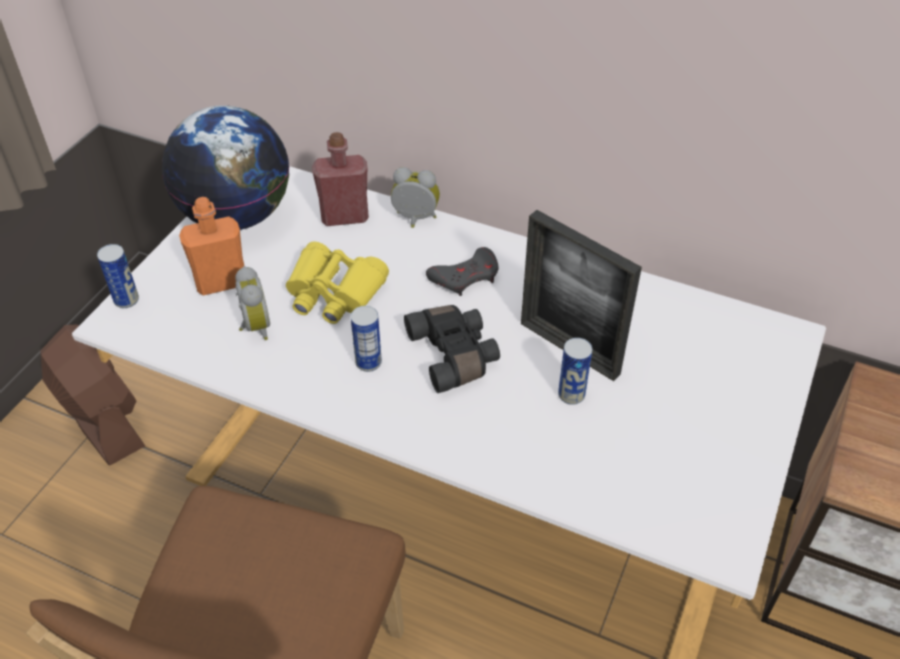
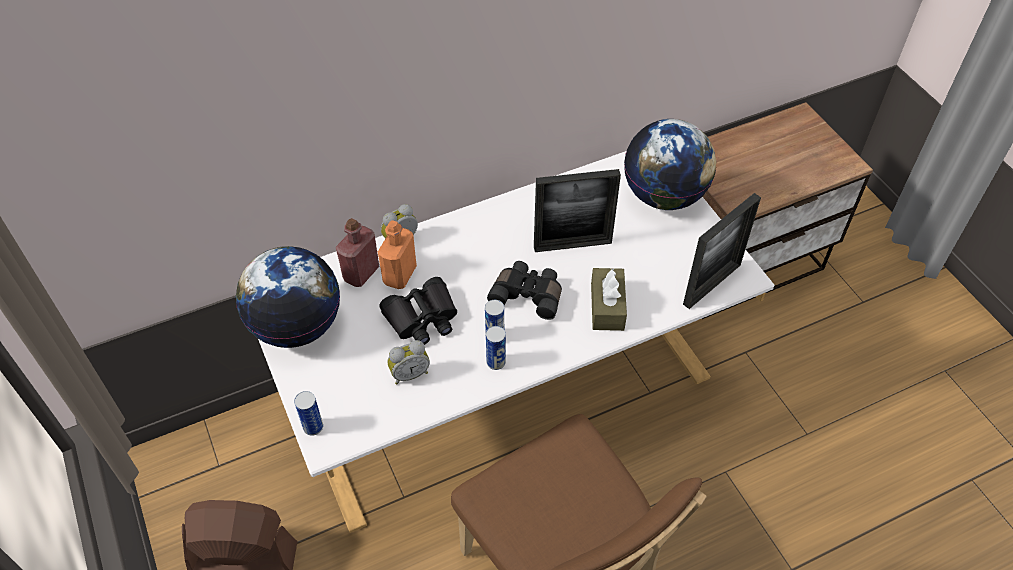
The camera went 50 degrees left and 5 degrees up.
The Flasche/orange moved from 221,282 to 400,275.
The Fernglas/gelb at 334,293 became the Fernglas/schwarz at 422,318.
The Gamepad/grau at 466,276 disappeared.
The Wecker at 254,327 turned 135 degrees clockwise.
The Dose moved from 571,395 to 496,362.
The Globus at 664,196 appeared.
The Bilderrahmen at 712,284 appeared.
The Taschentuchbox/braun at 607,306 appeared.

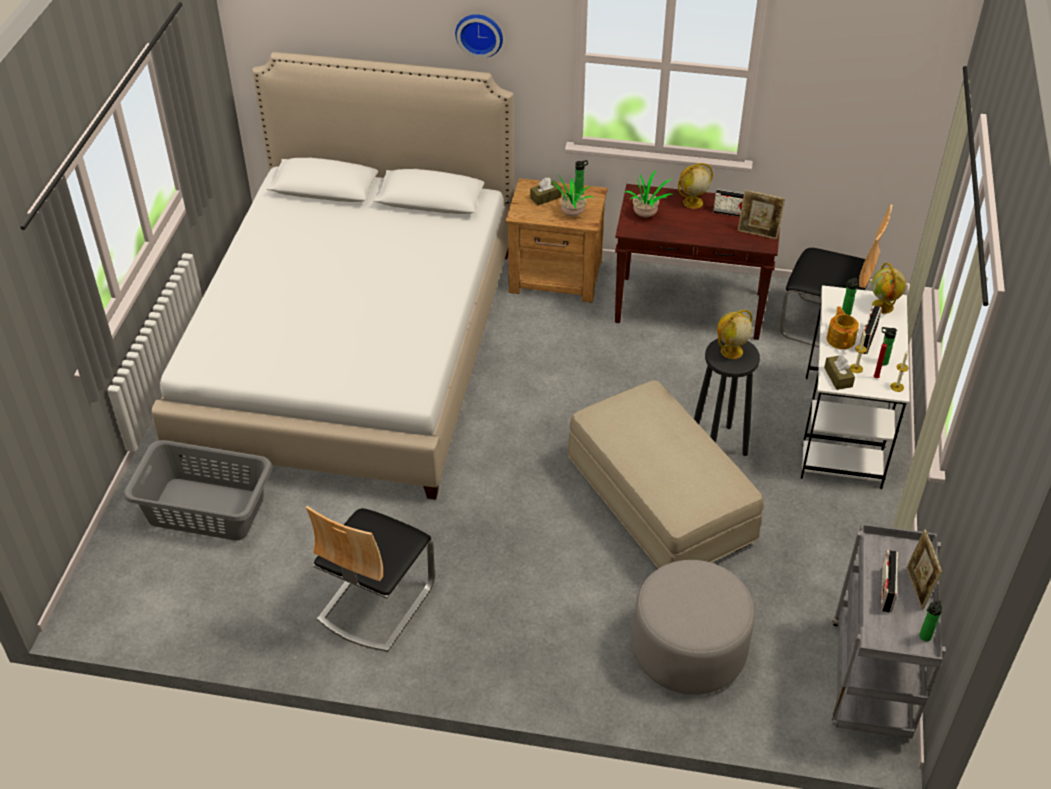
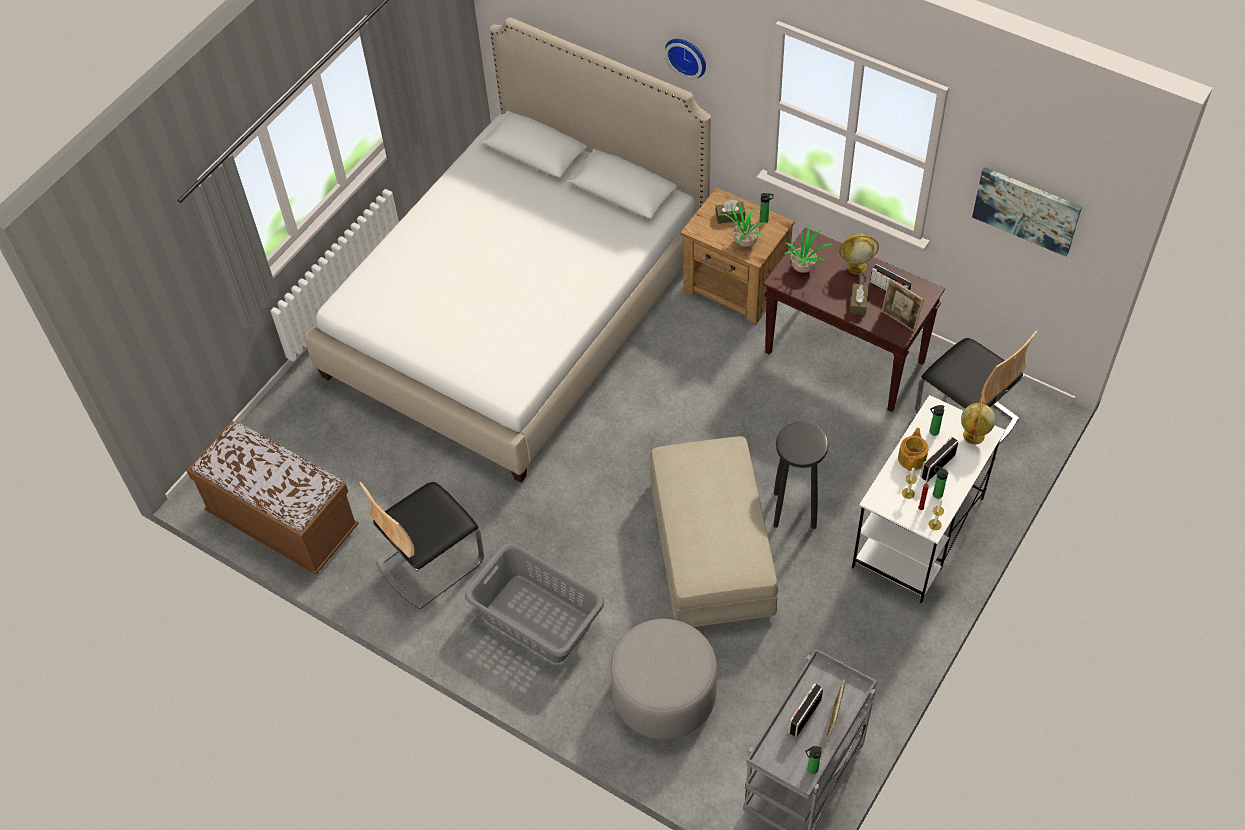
The camera went 25 degrees right and 10 degrees up.
The Globus at 731,352 disappeared.
The Taschentuchbox/braun moved from 838,377 to 858,303.
The Wäschekorb/grau moved from 206,508 to 537,618.
The Bild at 1026,210 appeared.
The Bank/braun at 283,522 appeared.

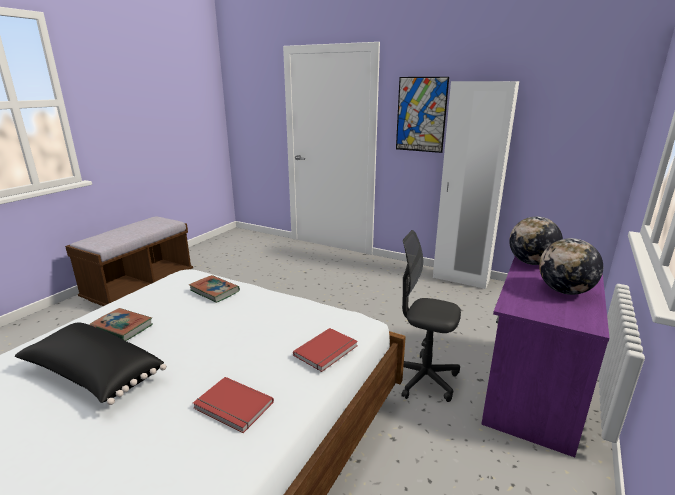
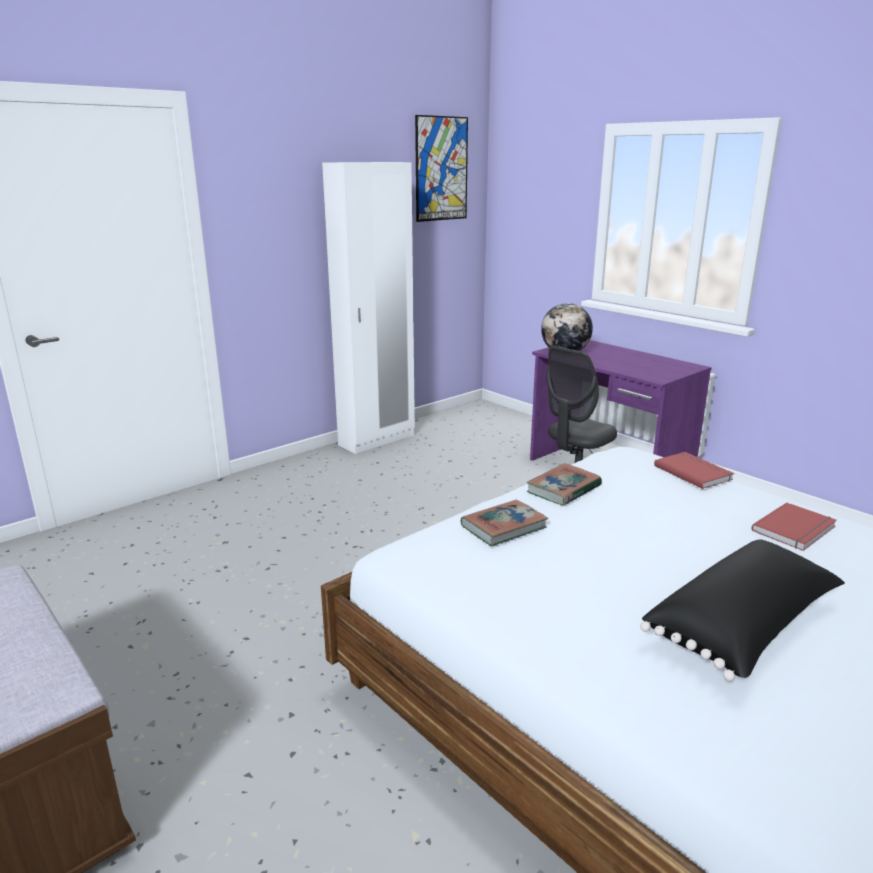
The camera went 70 degrees left and 0 degrees up.
The Bild moved from 421,115 to 441,169.
The Globus at 564,291 disappeared.
The Buch moved from 122,328 to 563,489.

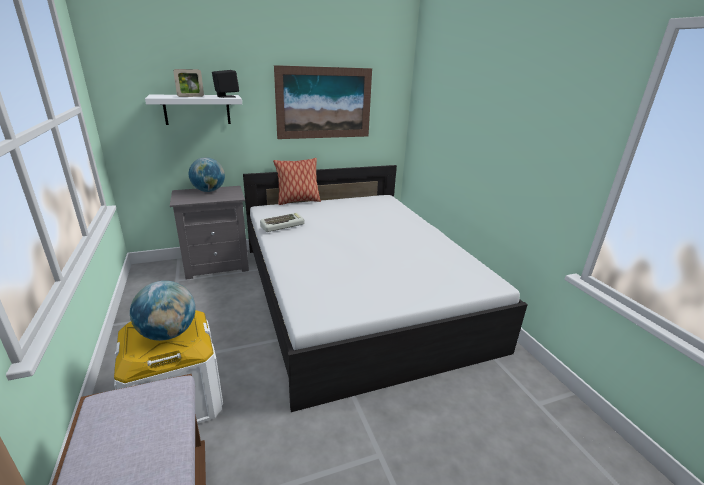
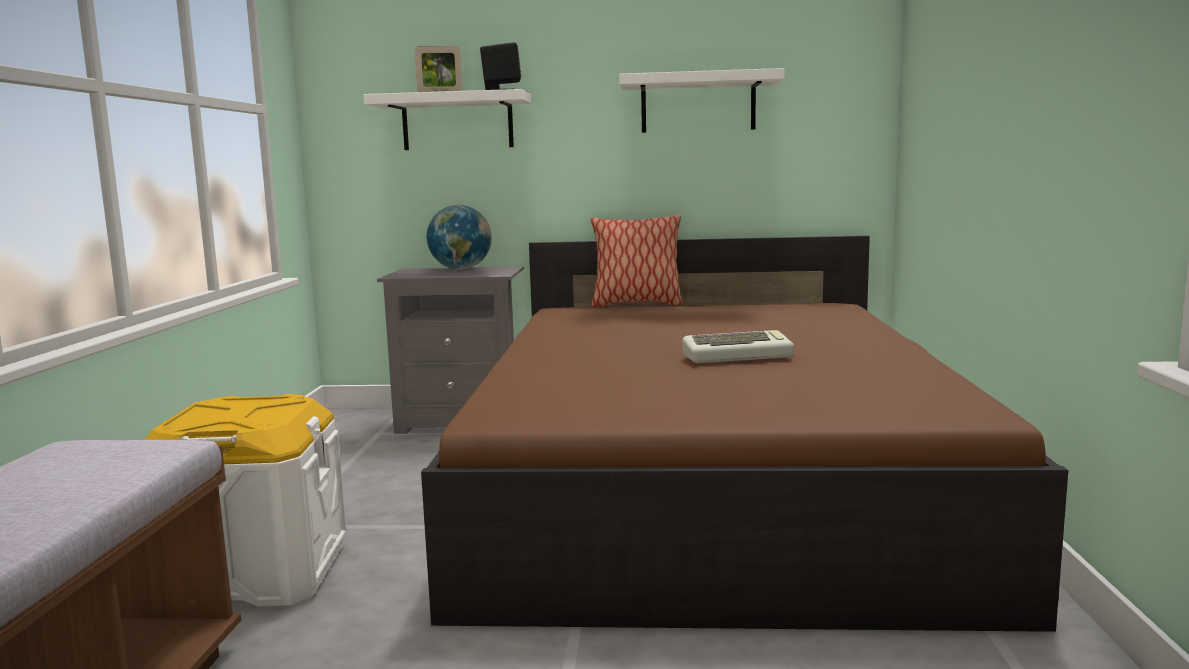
The camera went 25 degrees right and 15 degrees down.
The Bild at 324,103 was replaced by the Wandregal/weiß at 698,104.
The Bett/weiß at 356,293 became the Bett/braun at 709,484.
The Tastatur moved from 282,225 to 737,356.
The Globus at 168,333 disappeared.

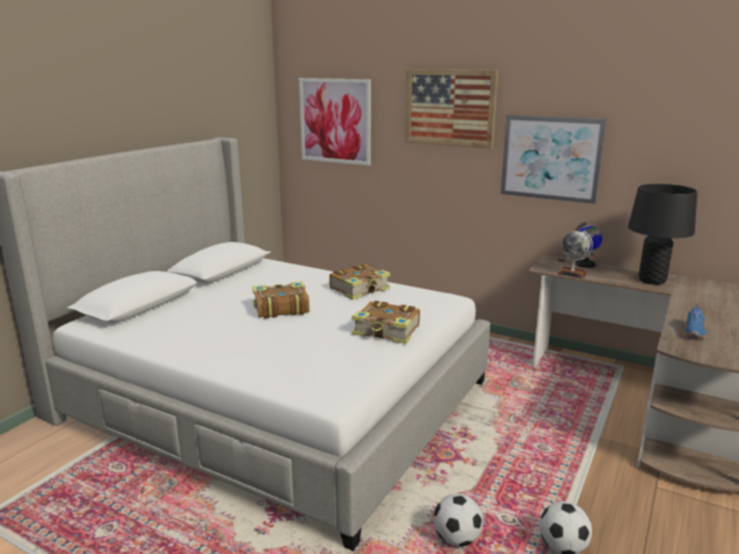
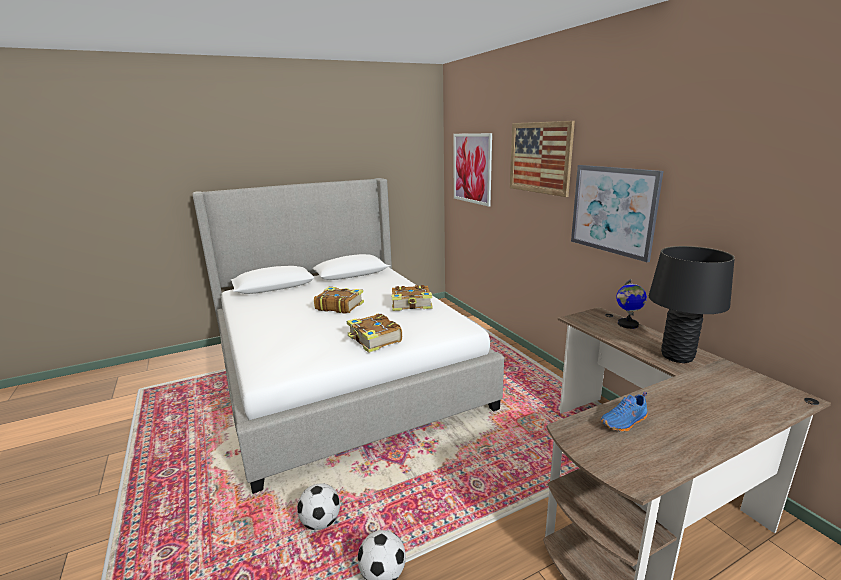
The camera went 35 degrees right and 0 degrees up.
The Globus at 572,274 disappeared.

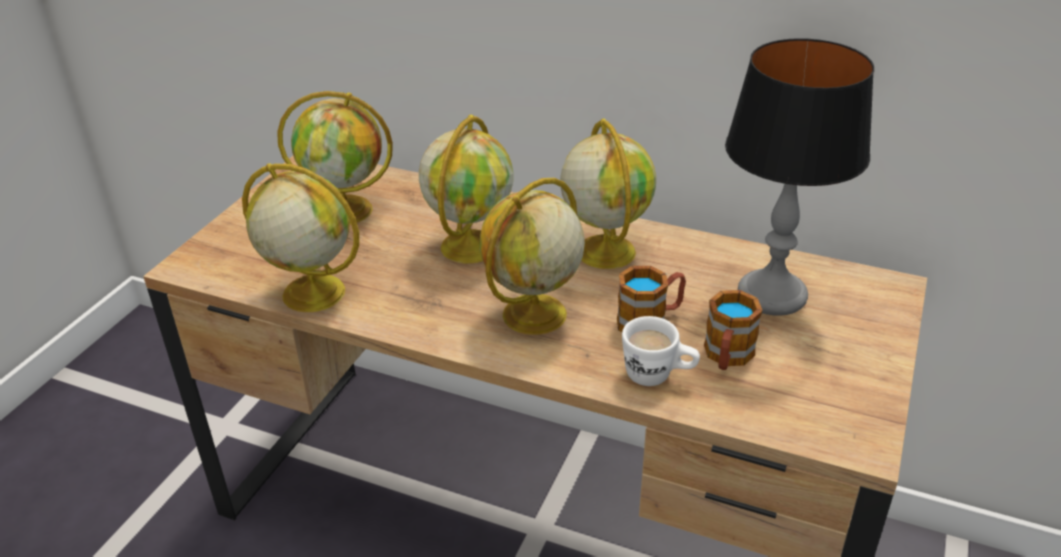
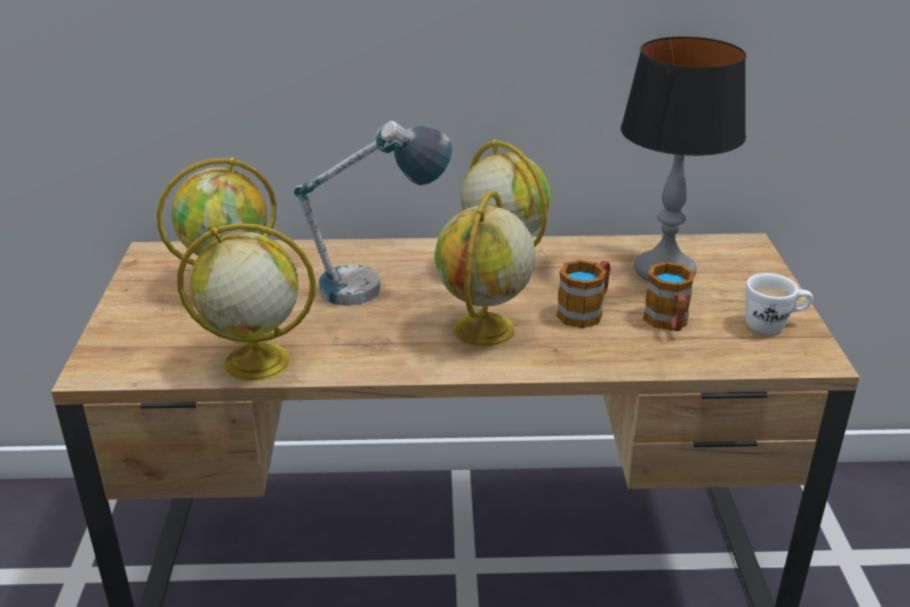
The camera went 25 degrees left and 5 degrees down.
The Globus at 470,245 was replaced by the Tischlampe at 377,289.
The Henkelbecher/weiß moved from 658,376 to 773,325.

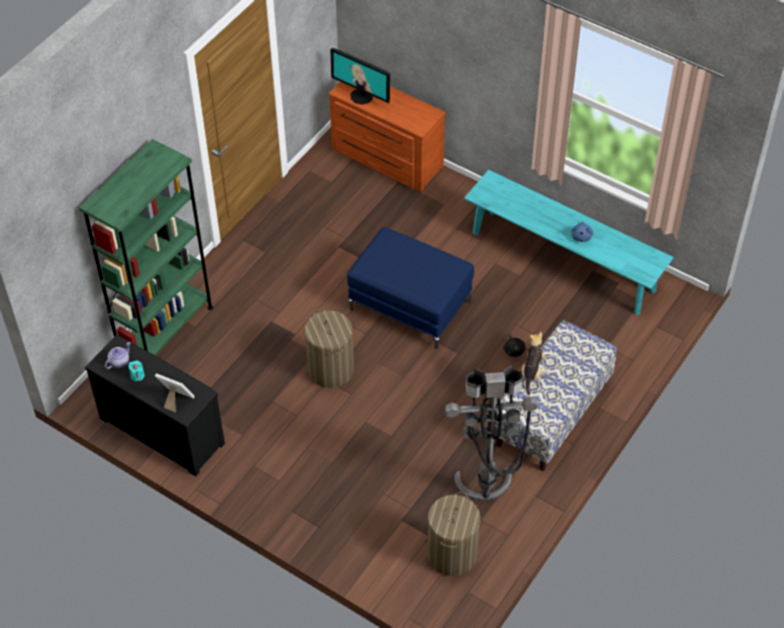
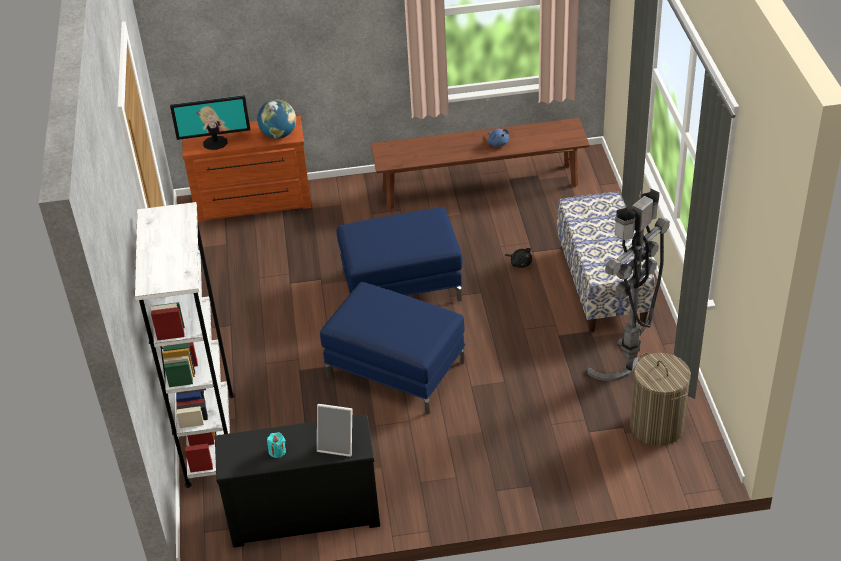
The camera went 40 degrees left and 10 degrees down.
The Bücherregal/grün at 165,330 became the Bücherregal/weiß at 210,439.
The Bank/türkis at 562,261 became the Bank/braun at 480,186.
The Wäschekorb at 330,369 was replaced by the Polsterhocker/blau at 395,370.
The Plüschtier at 532,372 disappeared.
The Teekanne at 119,362 disappeared.
The Bilderrahmen at 176,400 turned 150 degrees counterclockwise.
The Globus at 279,135 appeared.

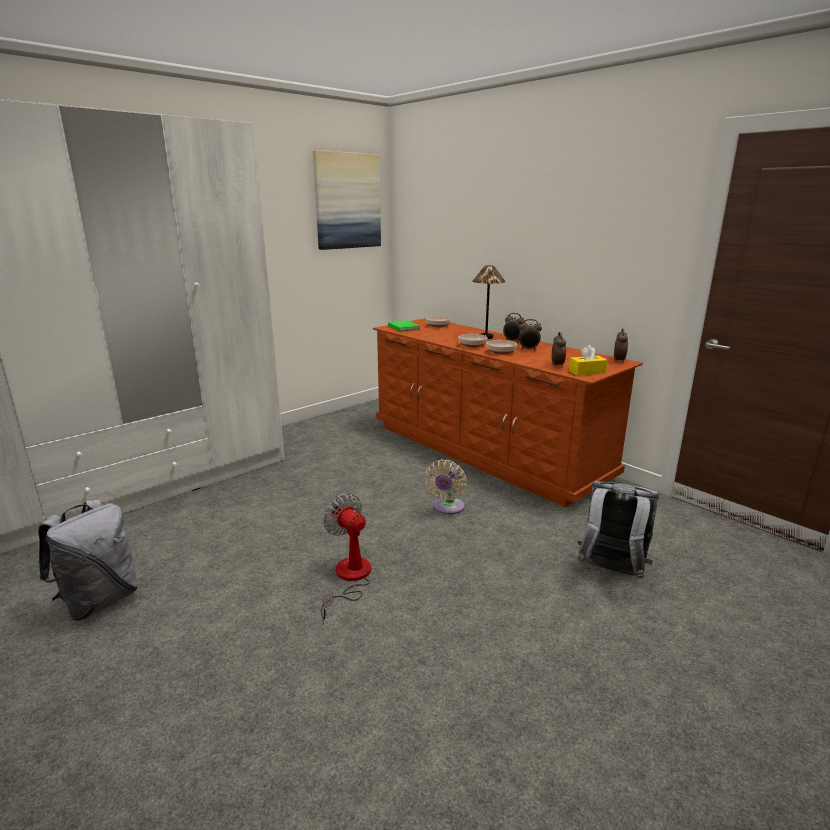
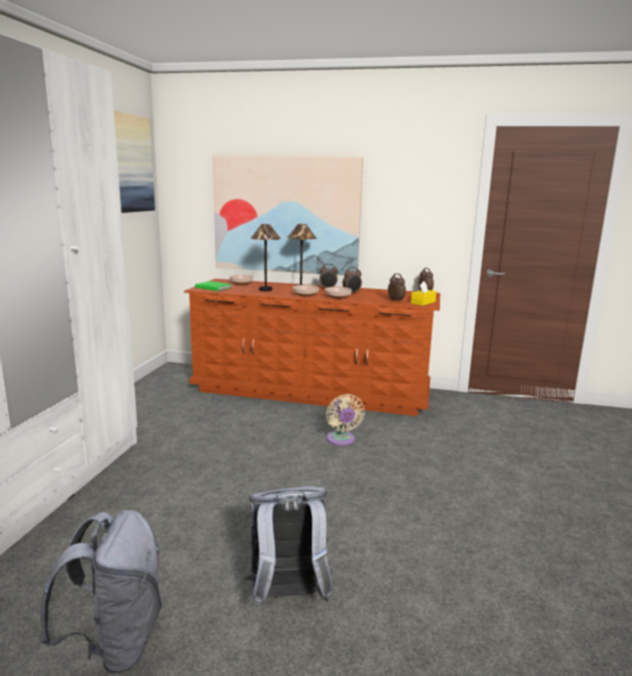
The camera went 35 degrees left and 5 degrees down.
The Rucksack/grau moved from 611,572 to 288,598.
The Ventilator at 349,578 disappeared.
The Bild at 286,215 appeared.
The Tischlampe at 266,290 appeared.

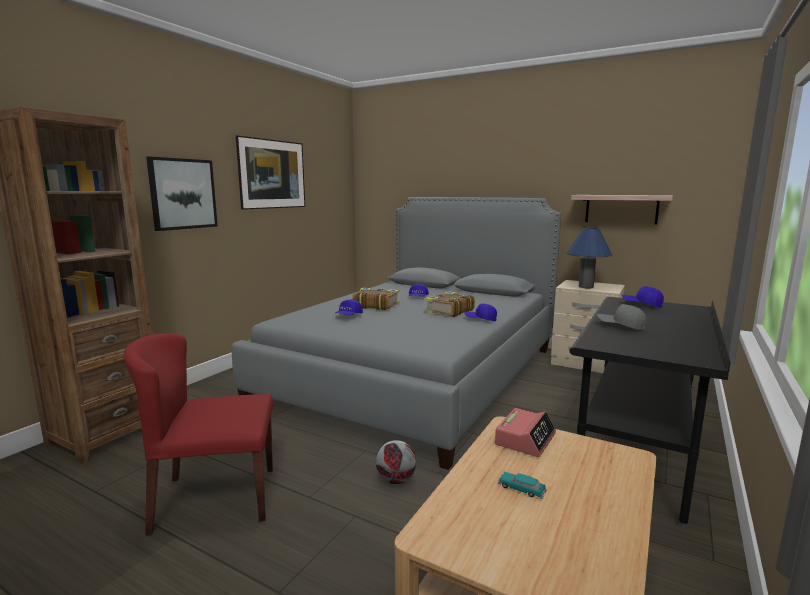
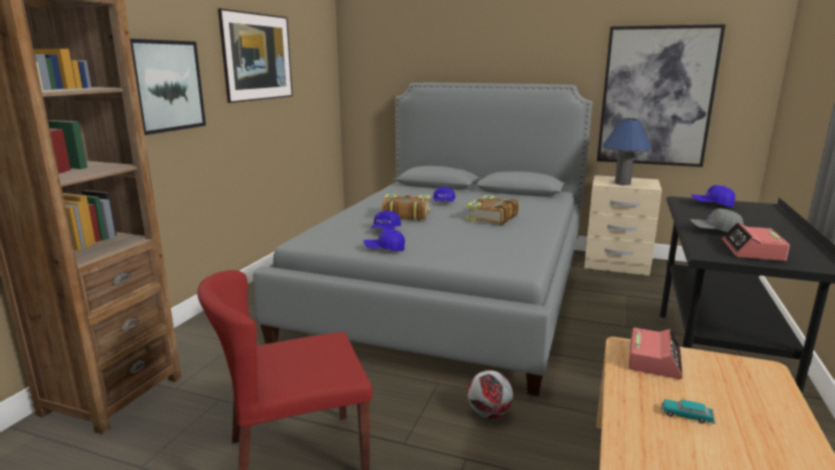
The camera went 10 degrees left and 5 degrees up.
The Wandregal at 621,209 was replaced by the Bild at 656,97.
The Kappe/blau moved from 480,319 to 384,249.
The Wecker at 753,251 appeared.

